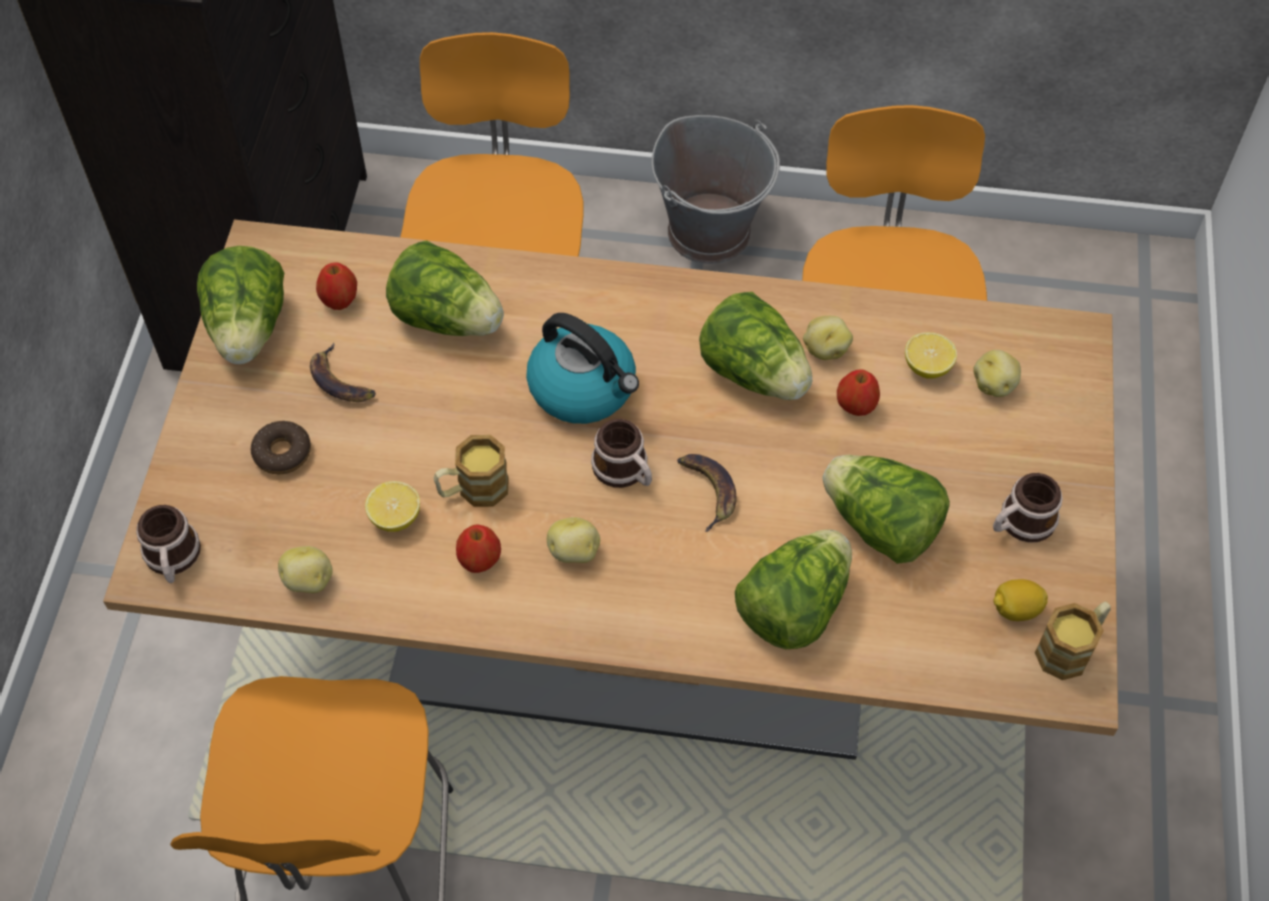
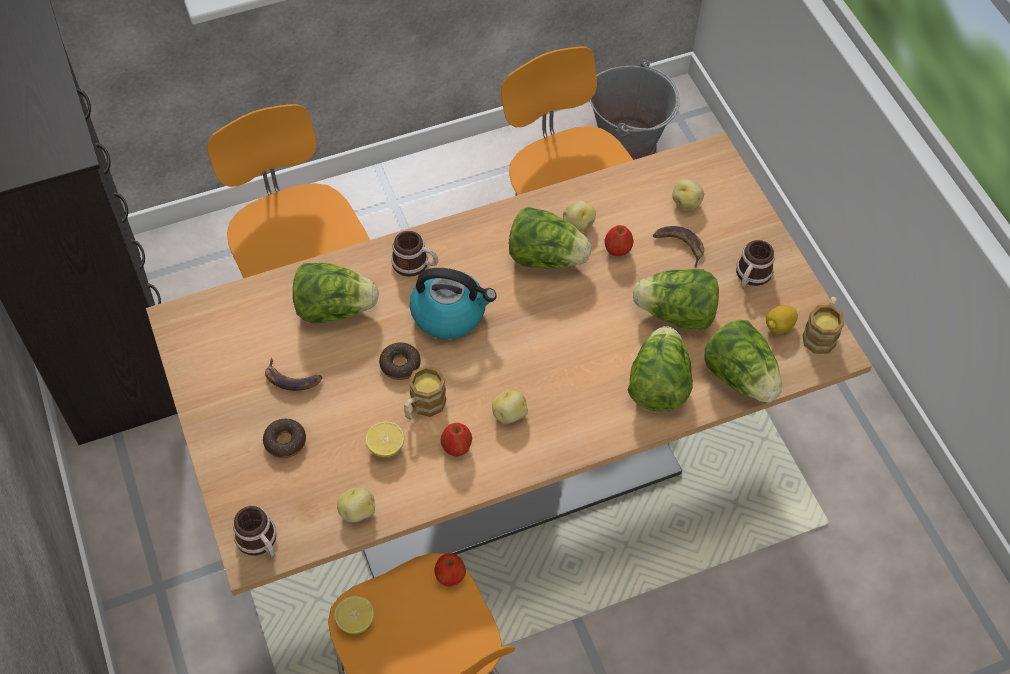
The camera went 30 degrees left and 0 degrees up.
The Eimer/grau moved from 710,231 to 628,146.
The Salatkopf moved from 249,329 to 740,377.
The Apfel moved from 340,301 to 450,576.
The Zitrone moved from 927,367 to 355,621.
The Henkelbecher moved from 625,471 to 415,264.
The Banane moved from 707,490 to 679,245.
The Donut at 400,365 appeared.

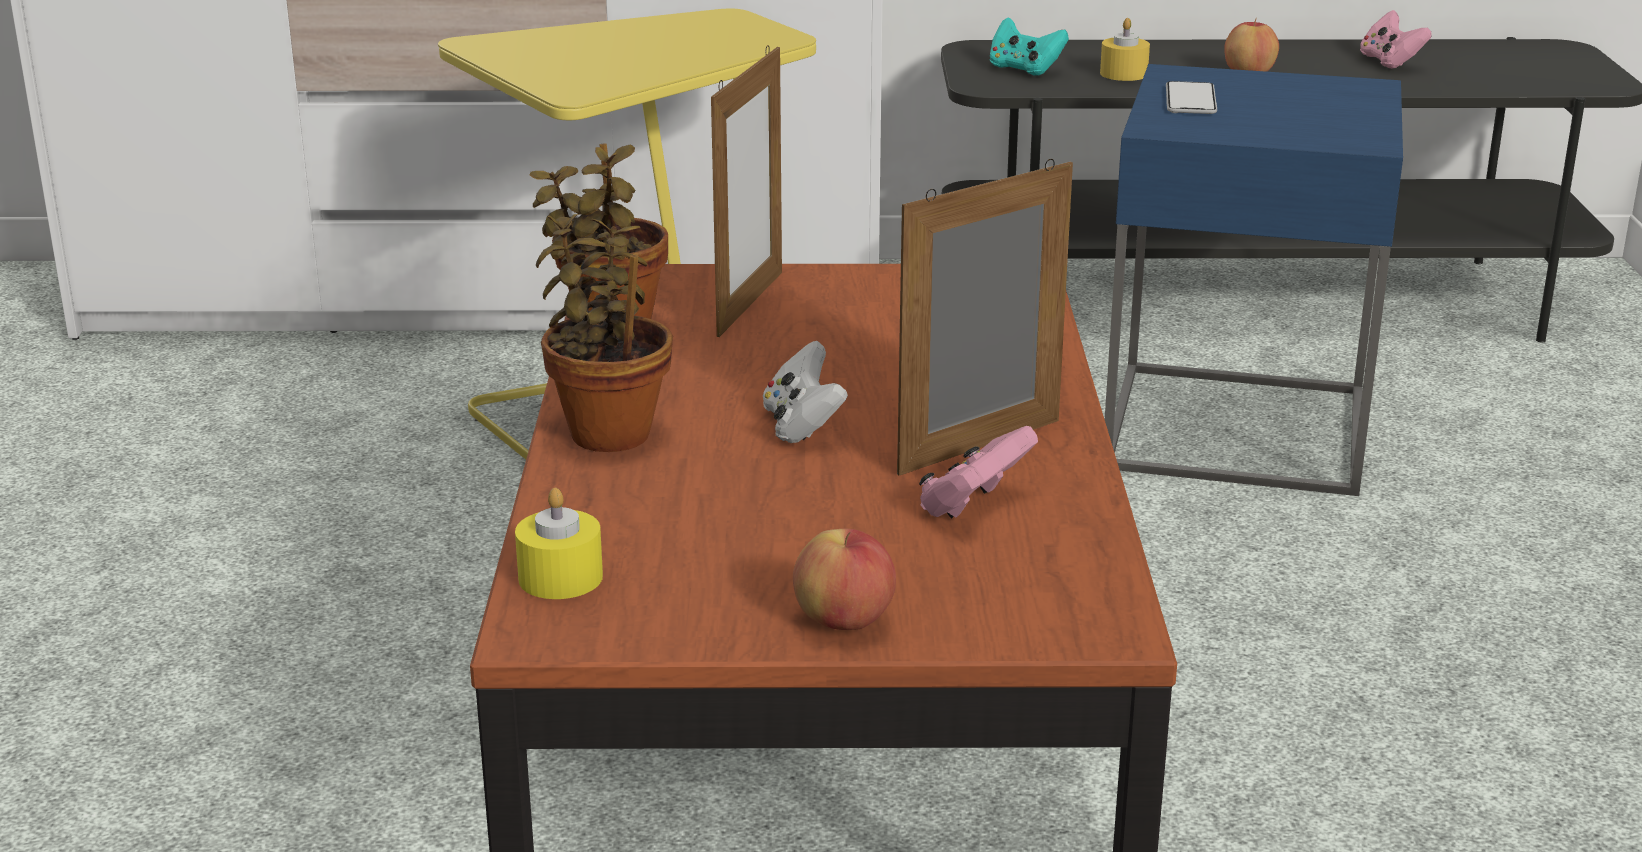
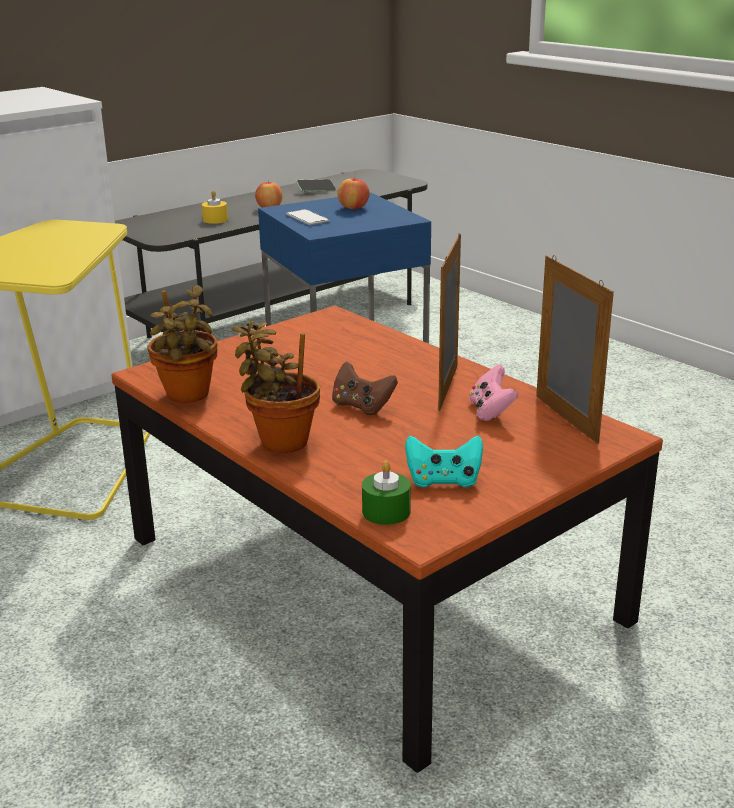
The camera went 40 degrees left and 0 degrees up.
The Gamepad/rosa at 1390,62 was replaced by the Handy at 316,191.
The Gamepad/türkis moved from 1024,69 to 443,481.
The Bilderrahmen moved from 750,303 to 566,418.
The Gamepad/weiß at 802,426 became the Gamepad/braun at 362,406.
The Kerze/gelb at 560,577 became the Kerze/grün at 386,511.
The Apfel moved from 845,621 to 353,208.

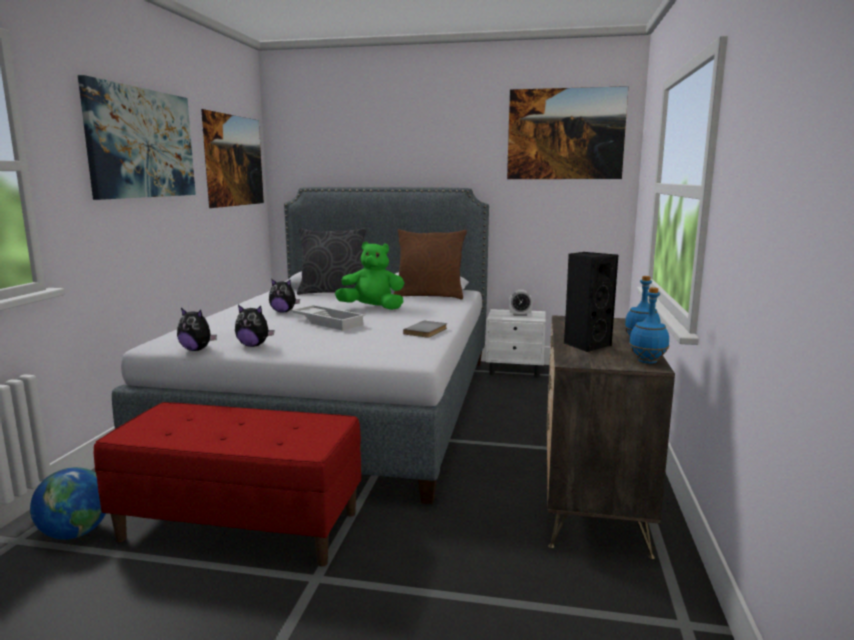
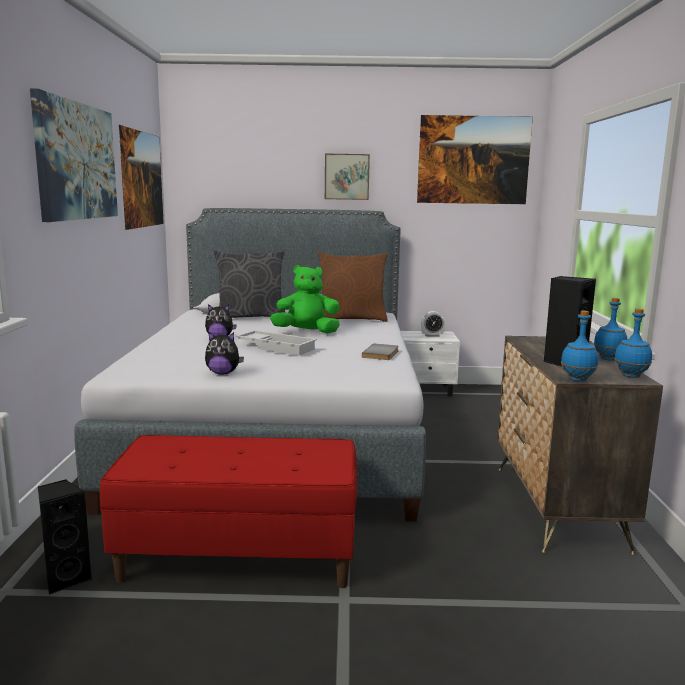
The camera went 10 degrees left and 0 degrees up.
The Plüschtier at 197,350 disappeared.
The Globus at 75,533 was replaced by the Lautsprecher/schwarz at 66,578.
The Bild at 347,177 appeared.
The Flasche/blau at 577,379 appeared.

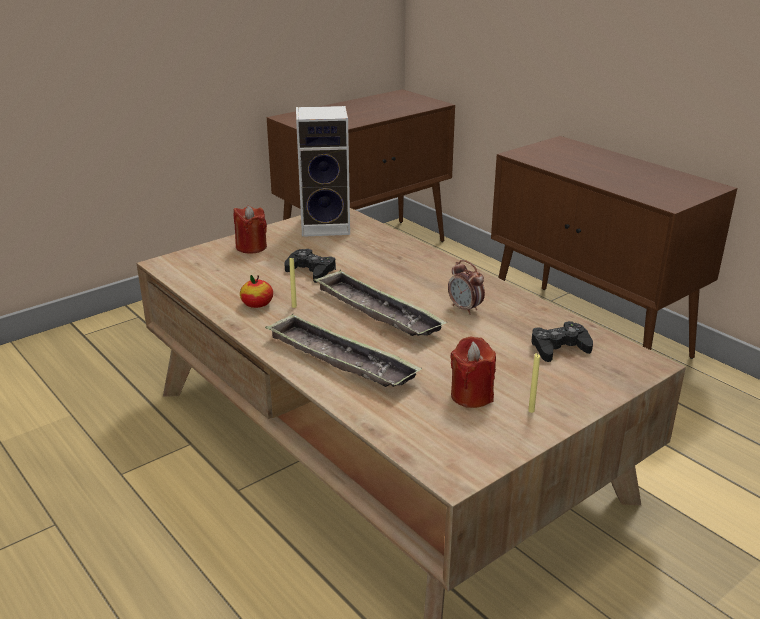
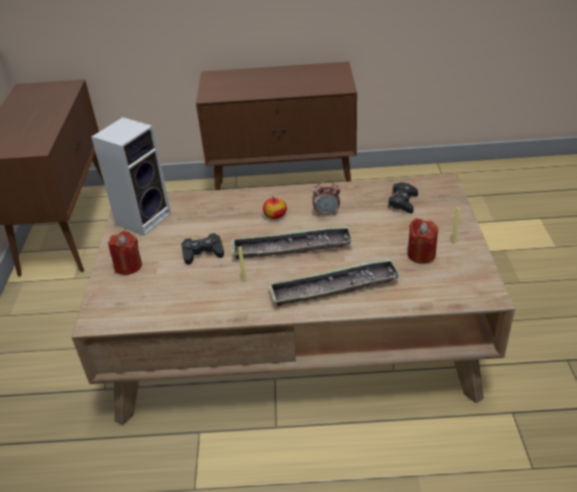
The camera went 50 degrees left and 10 degrees up.
The Apfel moved from 257,304 to 275,215.

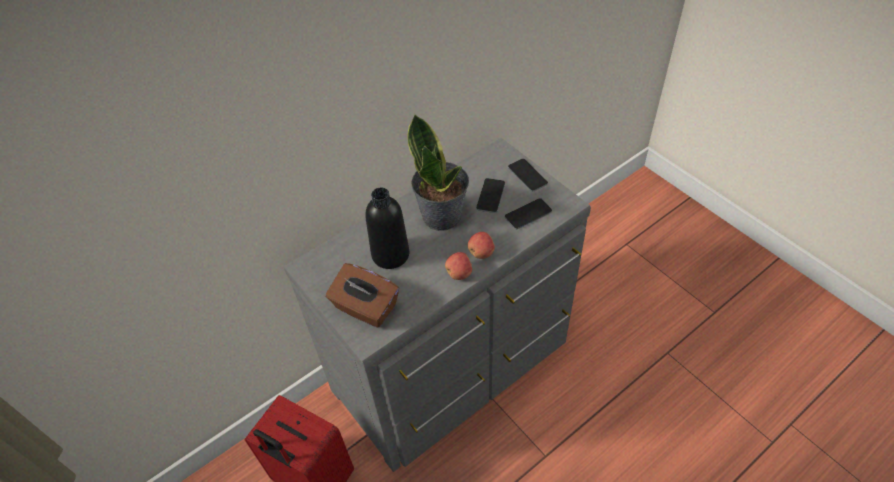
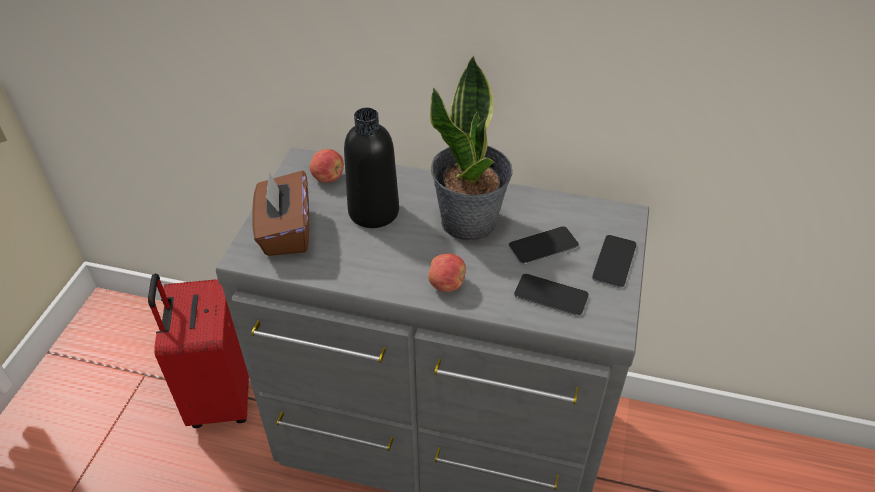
The camera went 50 degrees right and 5 degrees down.
The Apfel moved from 459,273 to 328,177.

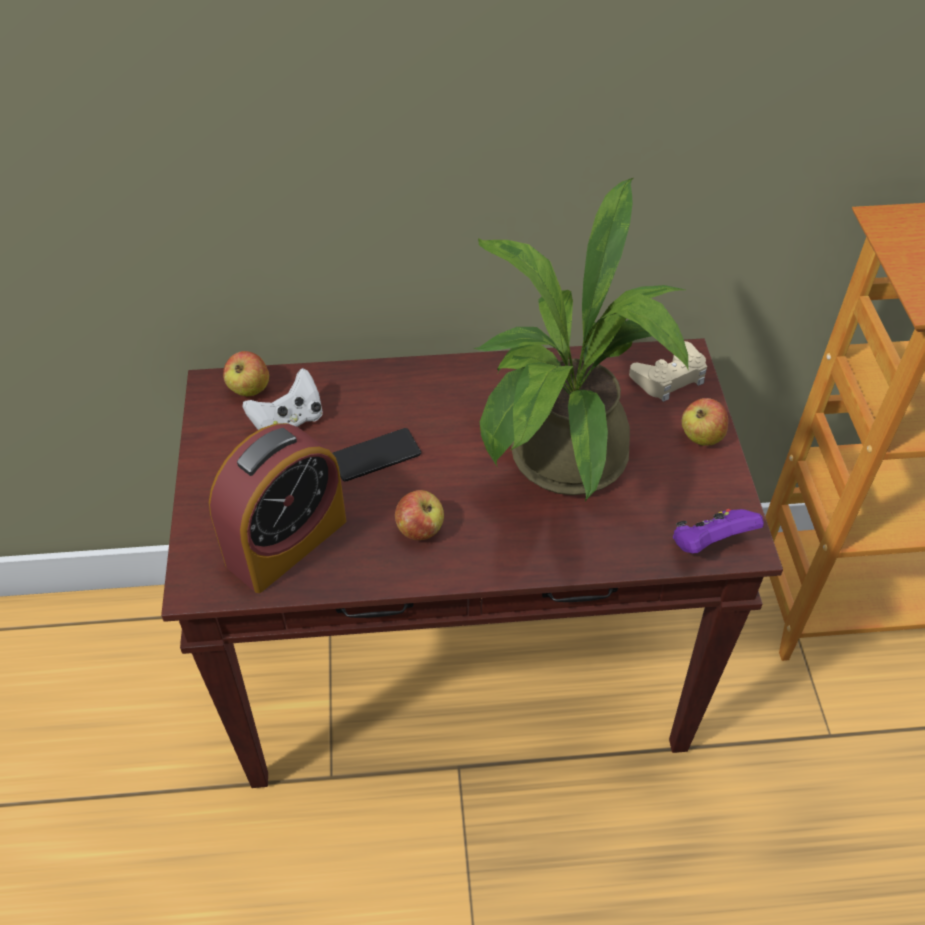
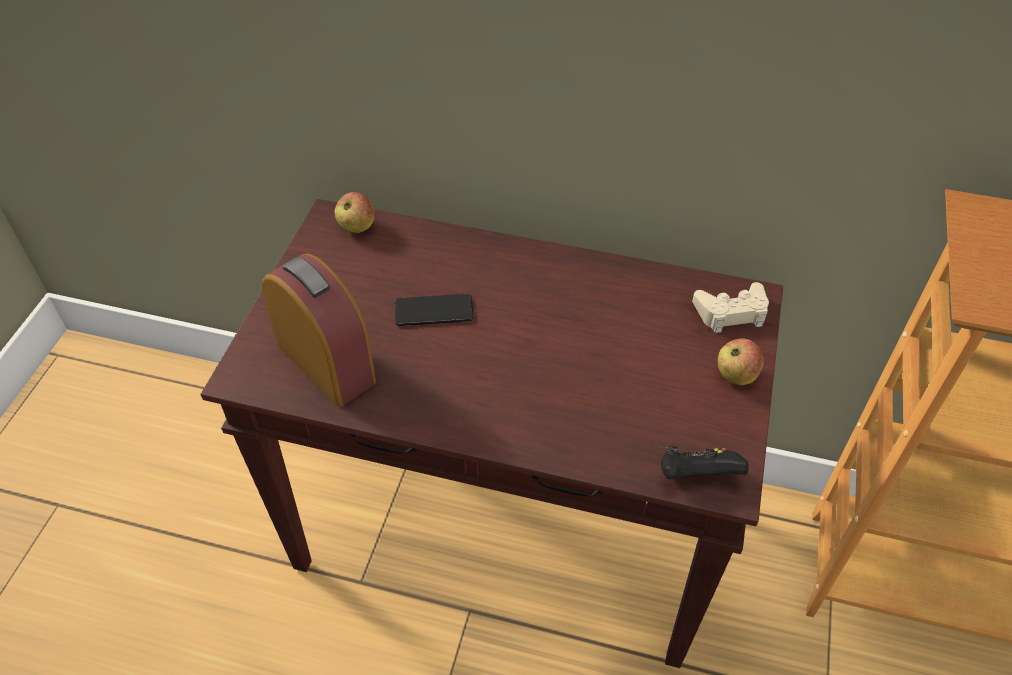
The camera went 20 degrees right and 0 degrees up.
The Topfpflanze at 559,465 disappeared.
The Gamepad/weiß at 289,422 disappeared.
The Wecker at 286,542 turned 105 degrees counterclockwise.
The Apfel at 420,529 disappeared.
The Gamepad/lila at 709,544 became the Gamepad/schwarz at 697,476.

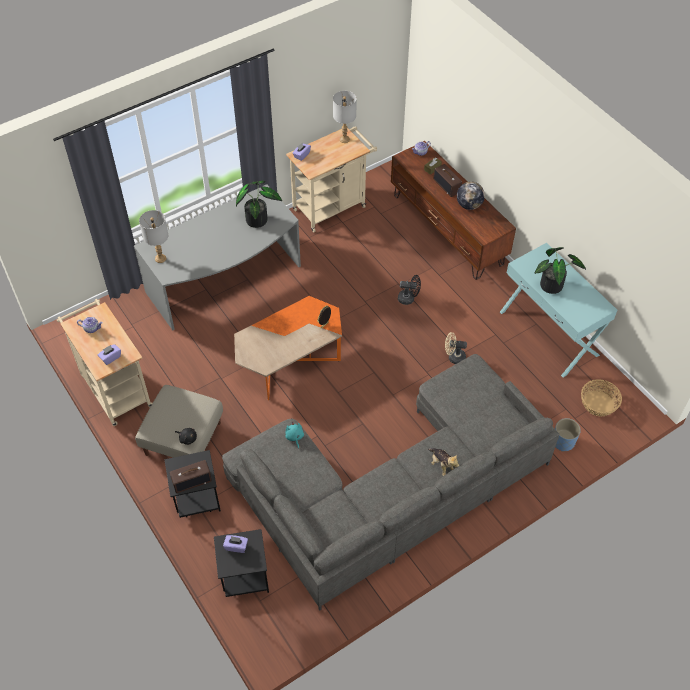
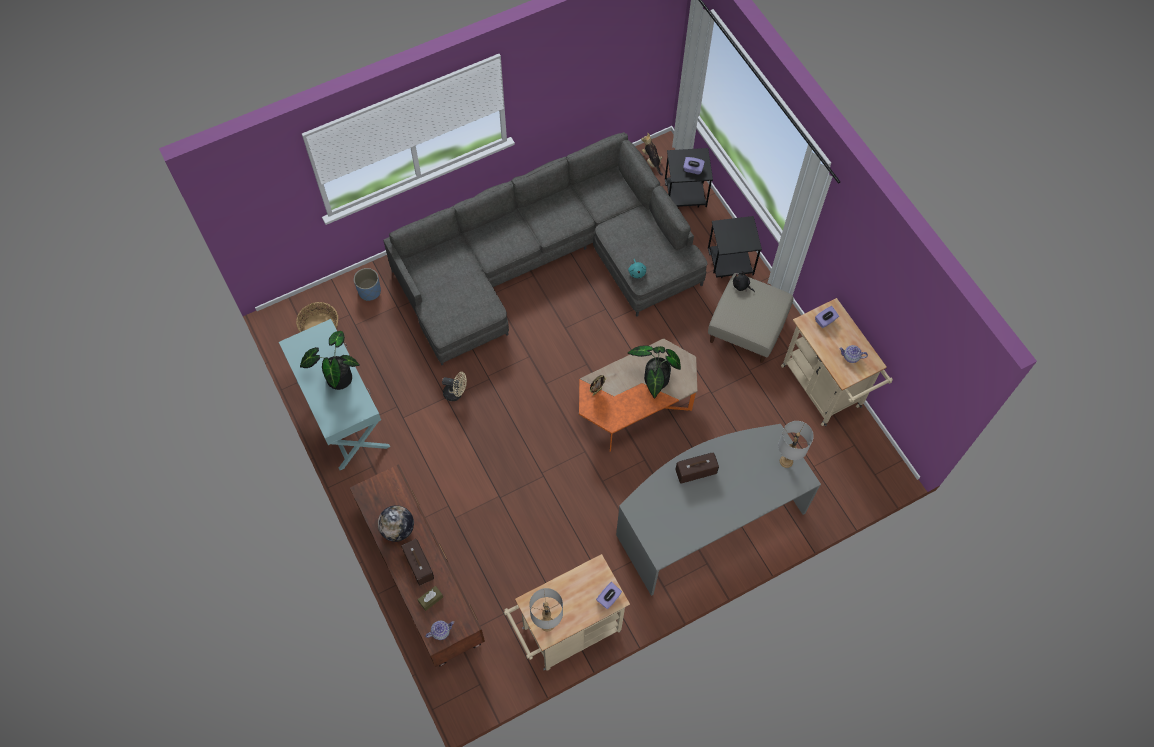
The camera went 175 degrees left and 10 degrees up.
The Topfpflanze moved from 258,218 to 654,381.
The Ventilator/schwarz at 409,298 disappeared.
The Plüschtier moved from 442,465 to 652,161.
The Radio moved from 192,480 to 695,472.

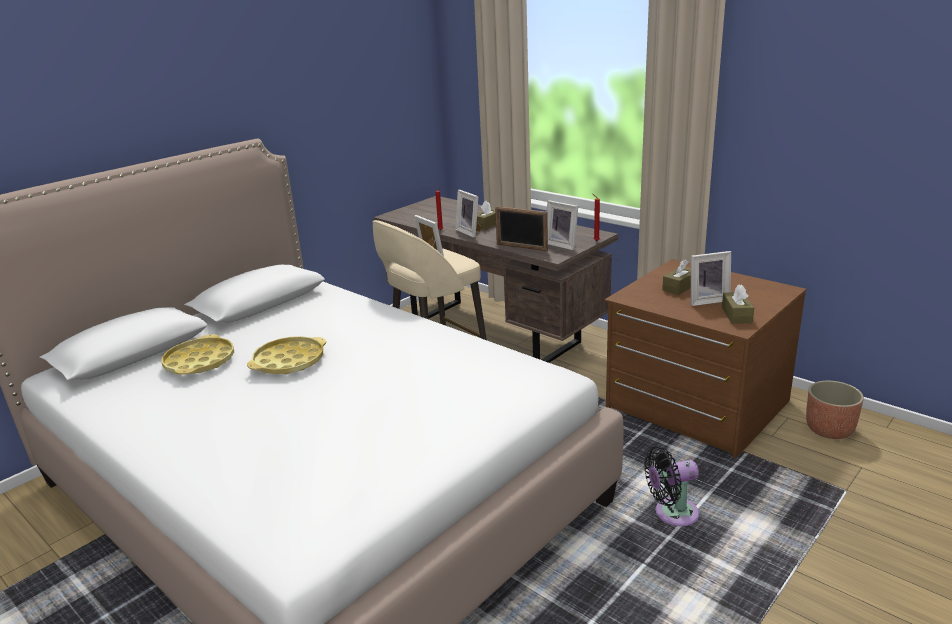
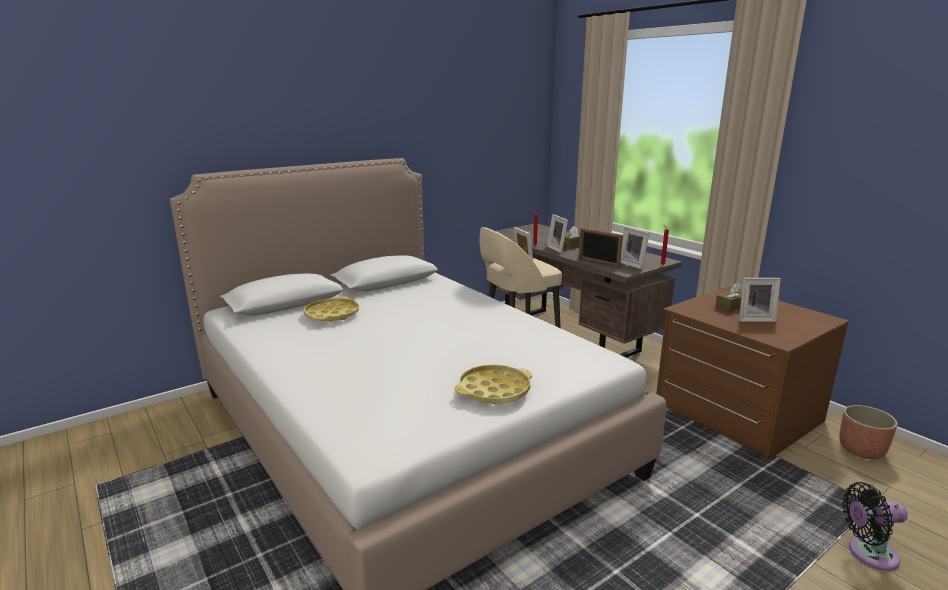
The camera went 10 degrees right and 5 degrees down.
The Taschentuchbox/braun at 736,315 disappeared.
The Tablett/gelb moved from 289,361 to 494,390.
The Ventilator/schwarz moved from 672,514 to 868,554.

